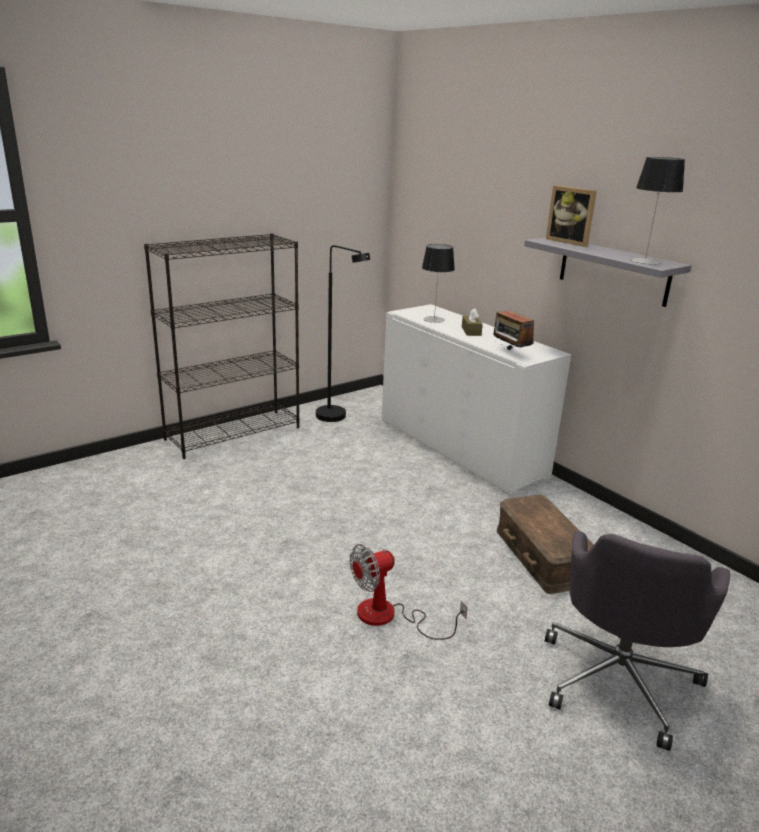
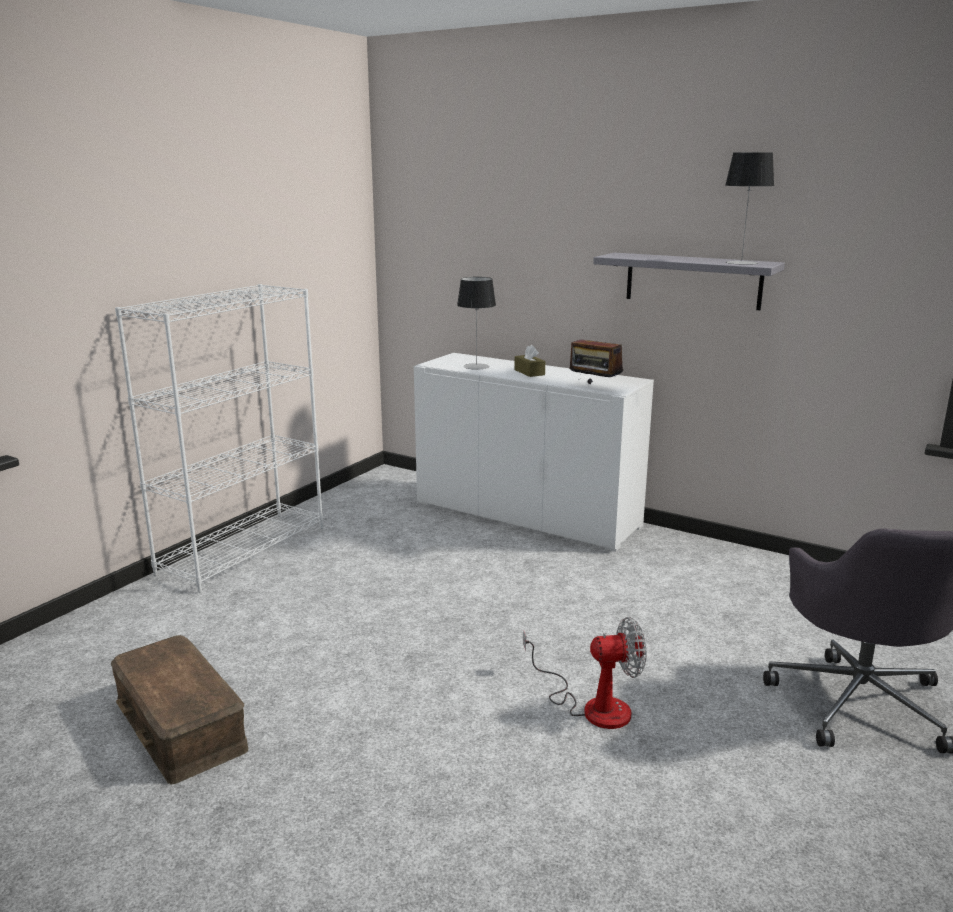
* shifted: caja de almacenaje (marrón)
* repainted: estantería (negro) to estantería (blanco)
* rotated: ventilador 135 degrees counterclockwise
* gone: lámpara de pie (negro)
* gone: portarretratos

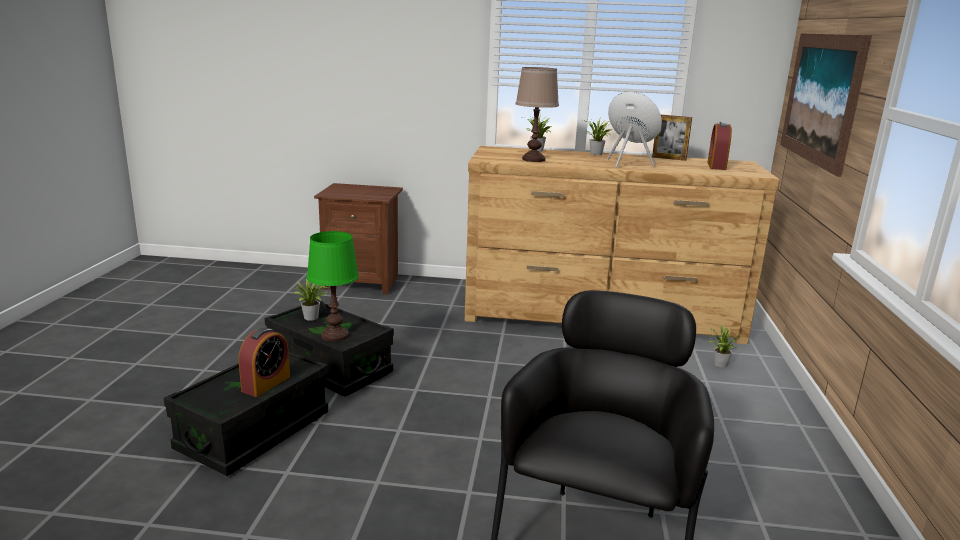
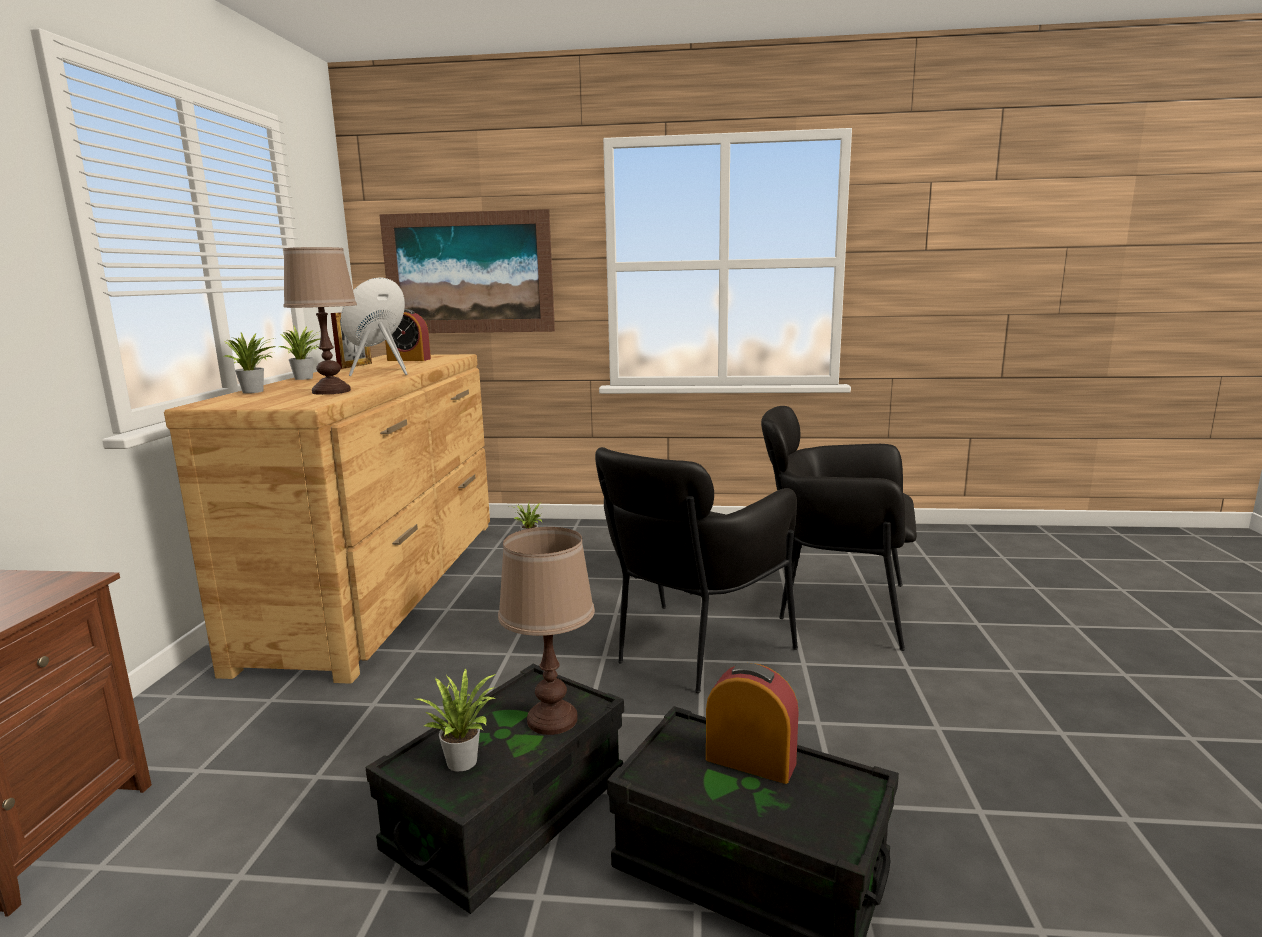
* repainted: lámpara de mesa (verde) to lámpara de mesa (marrón) (no. 2 from left)
* new: sillón (negro) (no. 1 from left)

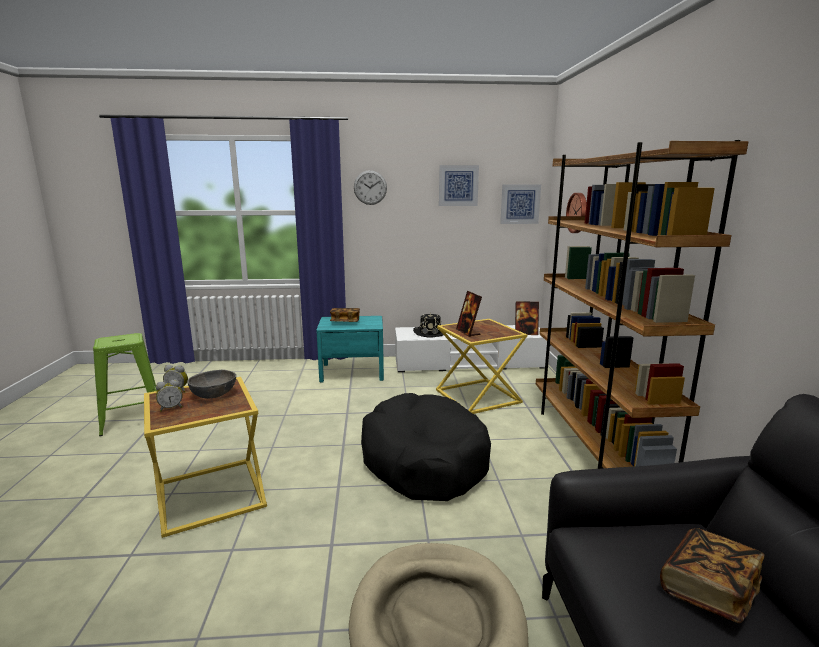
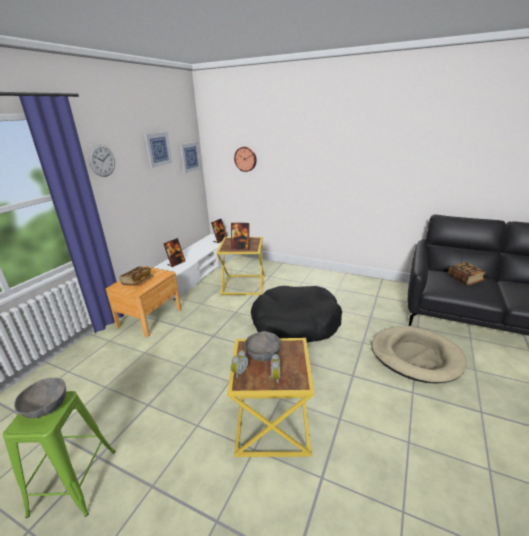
* new: cuenco (gris) (no. 1 from left)
* repainted: mesita de noche (turquesa) to mesita de noche (marrón)
* swapped: sombrero (negro) to portarretratos (no. 1 from left)
* gone: estantería (marrón)

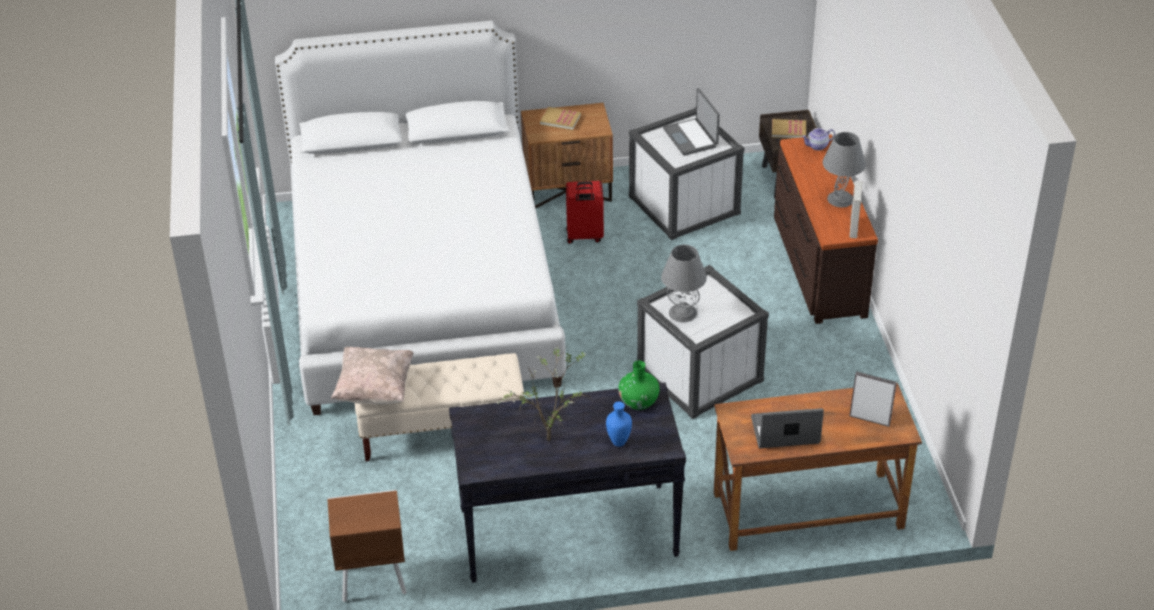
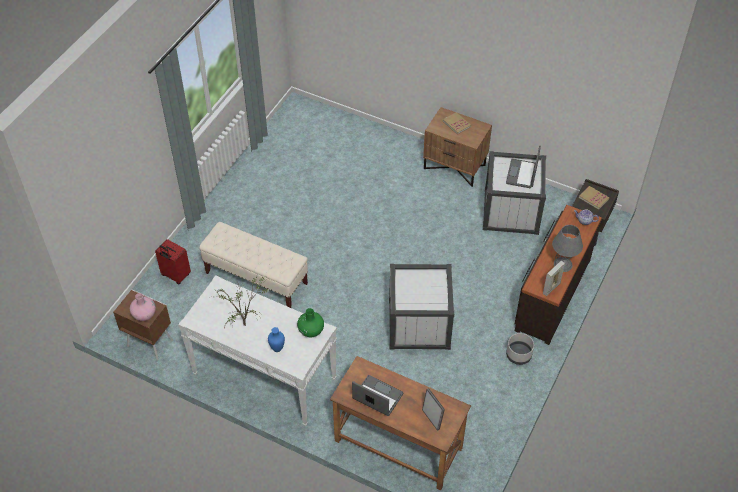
* new: florero (rosa)
* shifted: maleta (rojo)
* repainted: mesa consola (negro) to mesa consola (blanco)
* new: maceta (gris)
* gone: cama (blanco)
* gone: cojín (beis)
* gone: lámpara de mesa (gris) (no. 1 from left)

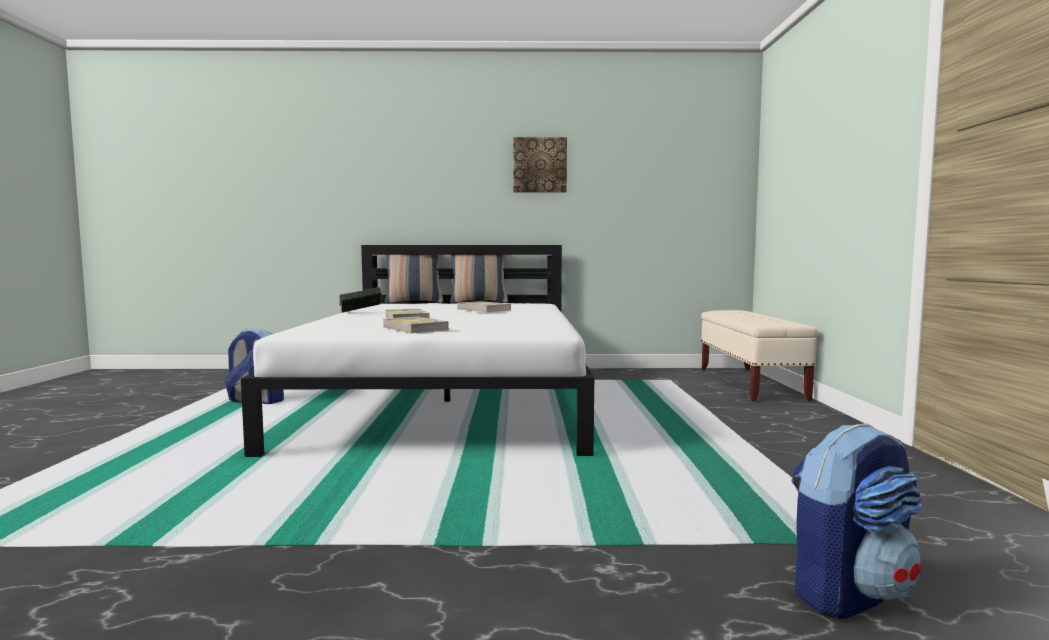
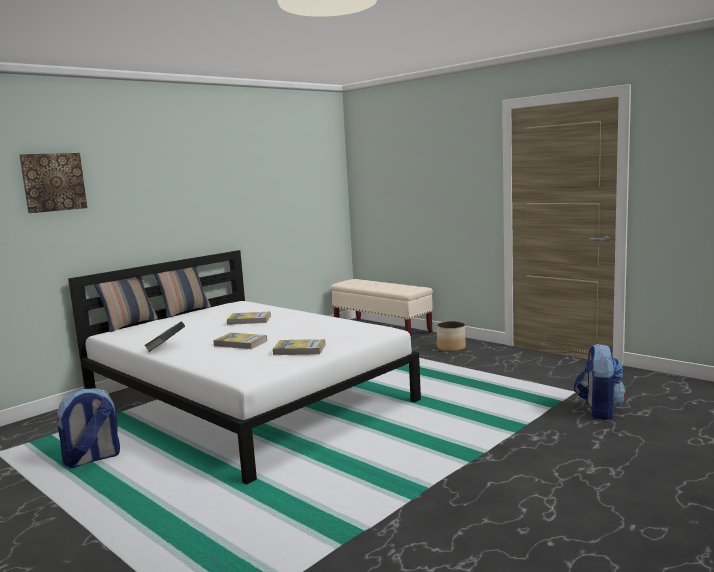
* shifted: cuadro
* new: maceta

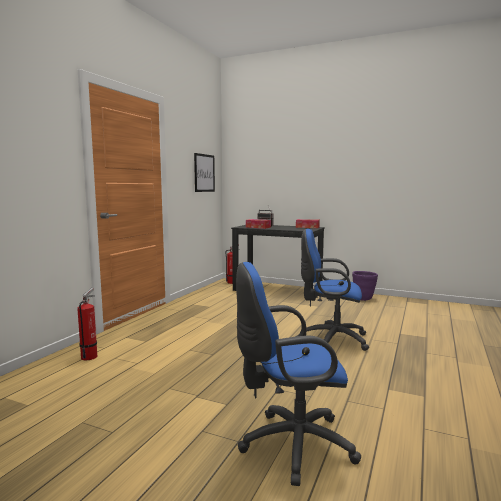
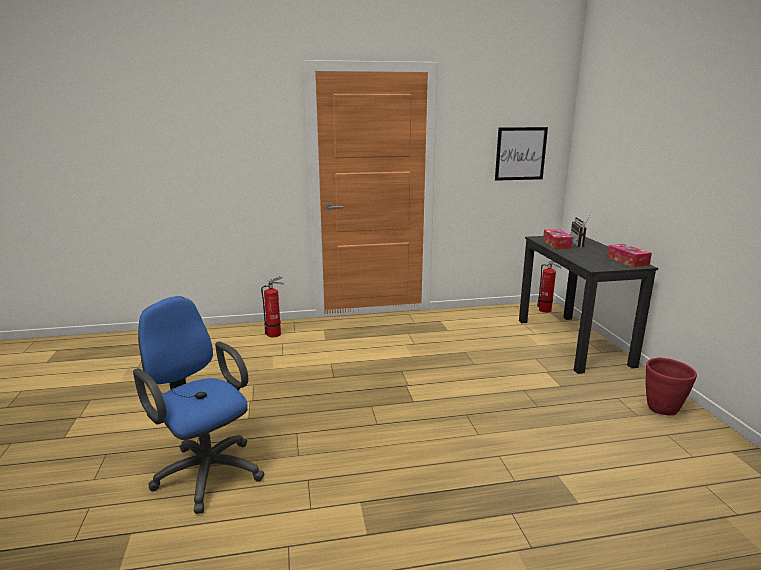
* repainted: maceta (morado) to maceta (rojo)
* gone: silla de oficina (azul) (no. 2 from left)

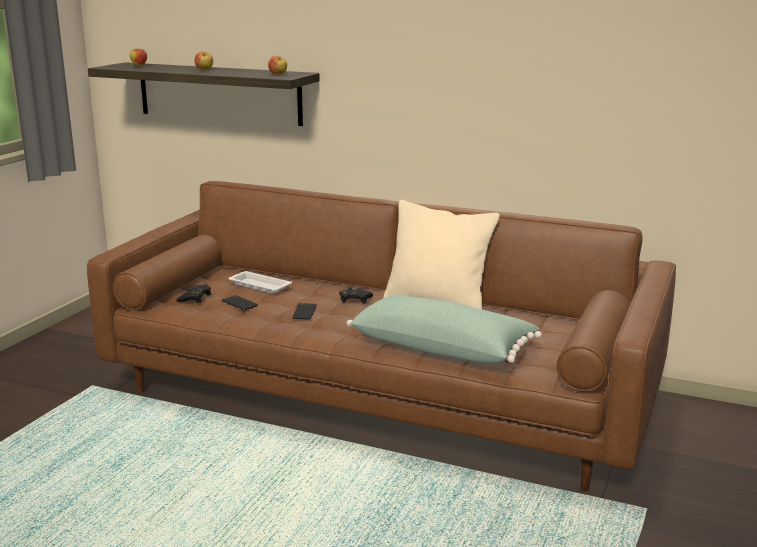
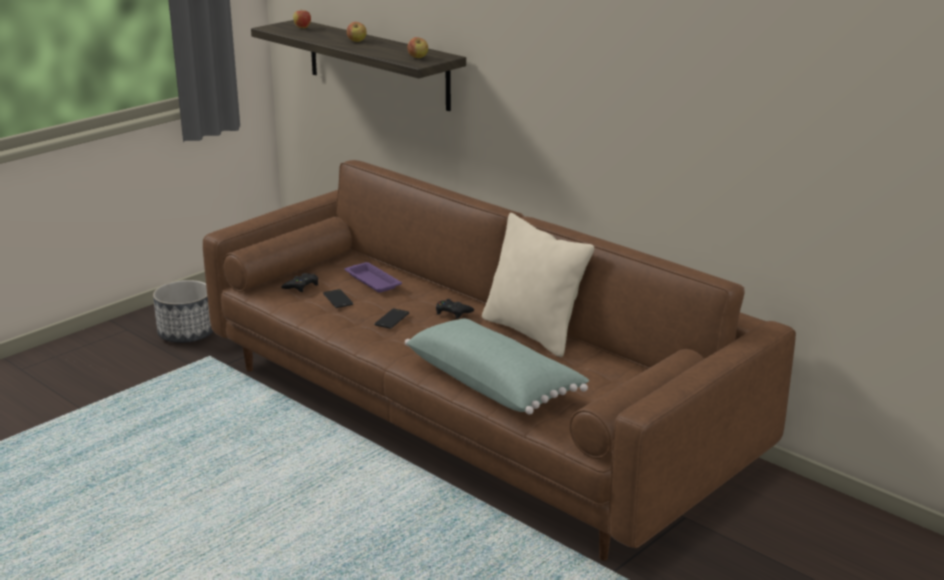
* new: maceta
* repainted: bandeja (blanco) to bandeja (morado)

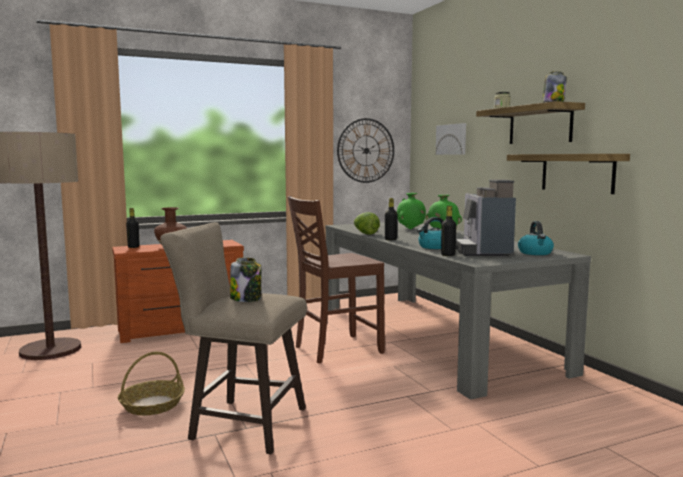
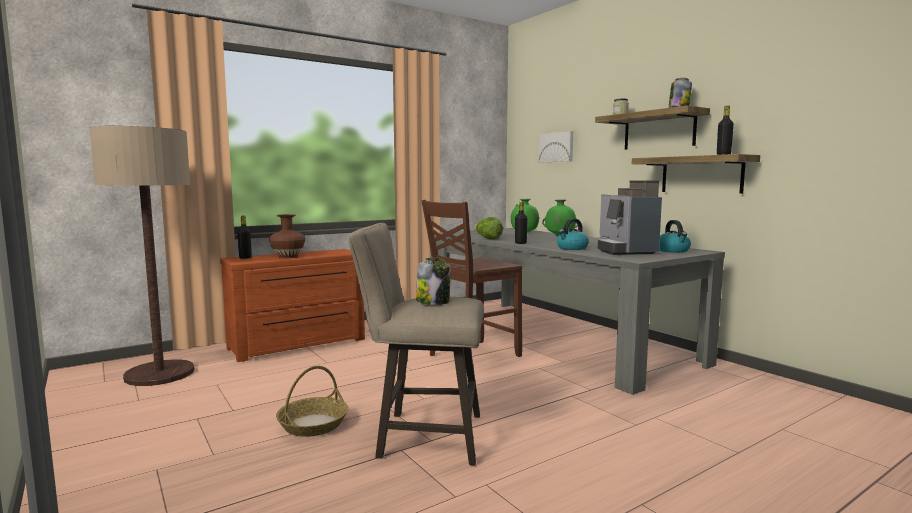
* shifted: botella (negro) (no. 3 from left)
* gone: reloj de pared

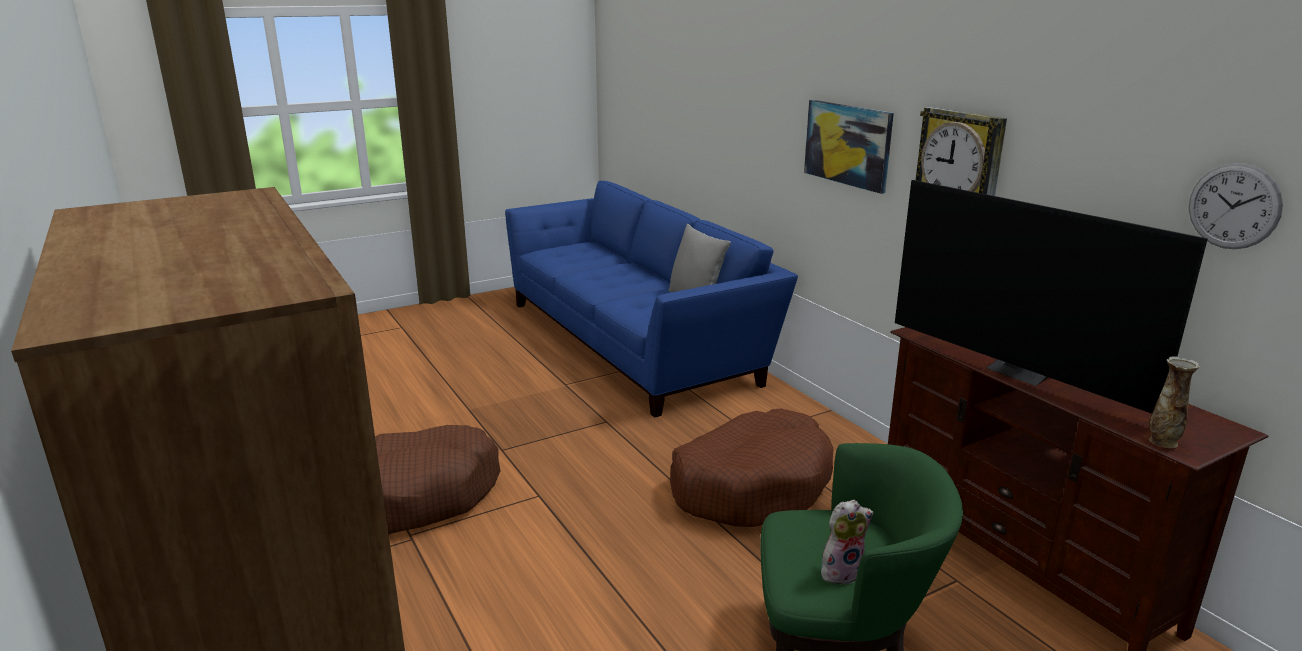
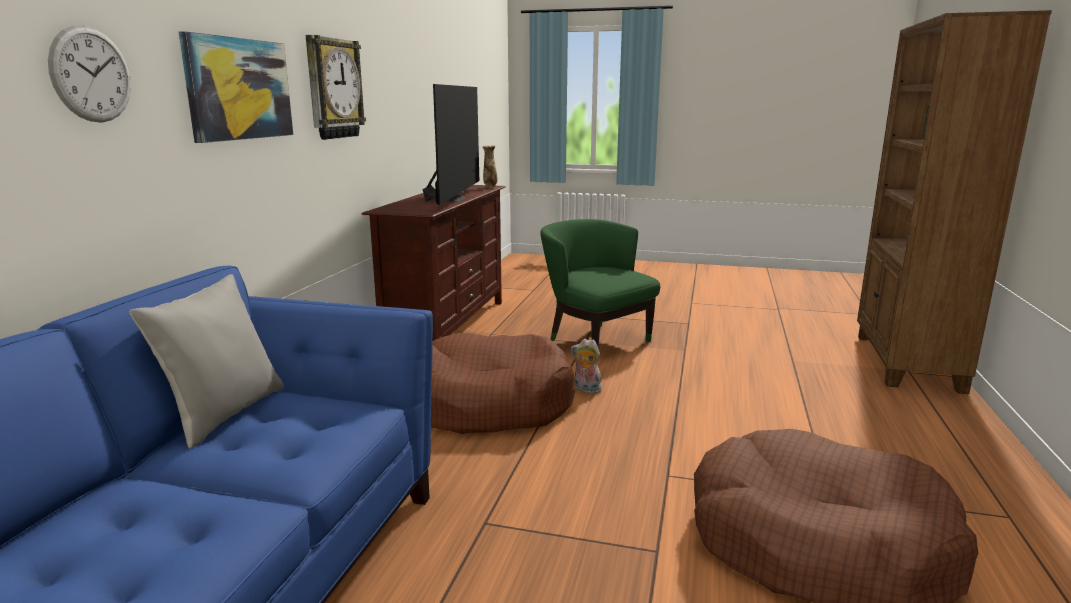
* shifted: reloj de pared (no. 2 from left in the first image) to reloj de pared (no. 1 from left)
* shifted: peluche

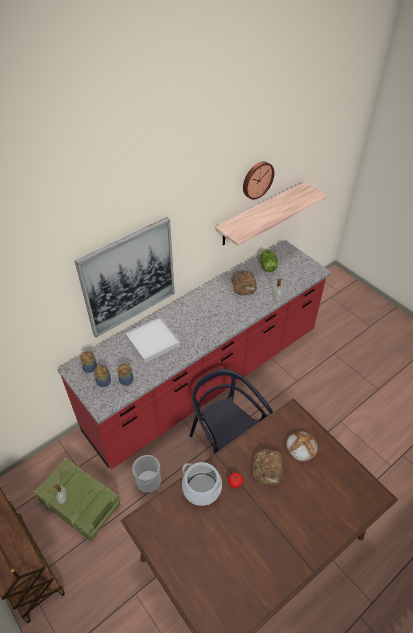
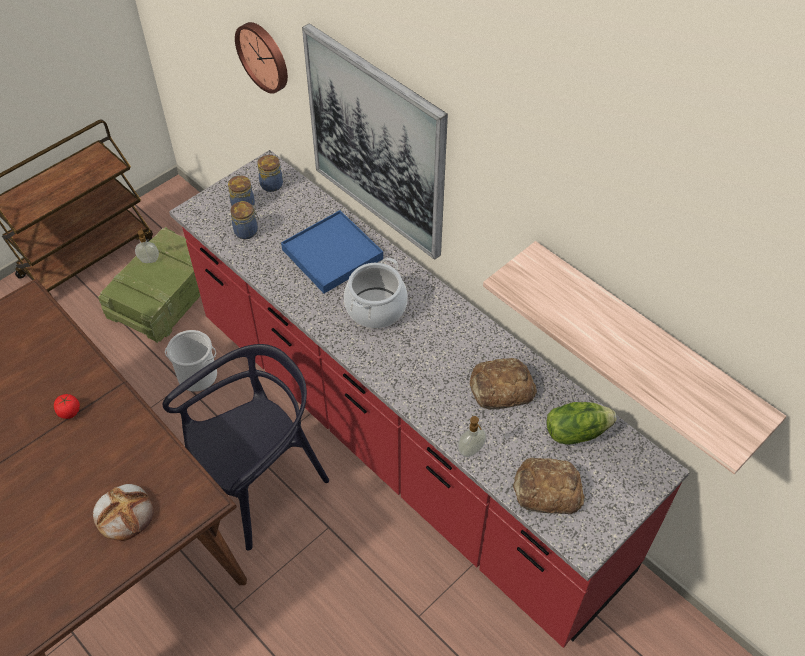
* shifted: reloj de pared
* repainted: bandeja (blanco) to bandeja (azul)
* shifted: olla
* shifted: pan (no. 2 from left in the first image) to pan (no. 3 from left)

